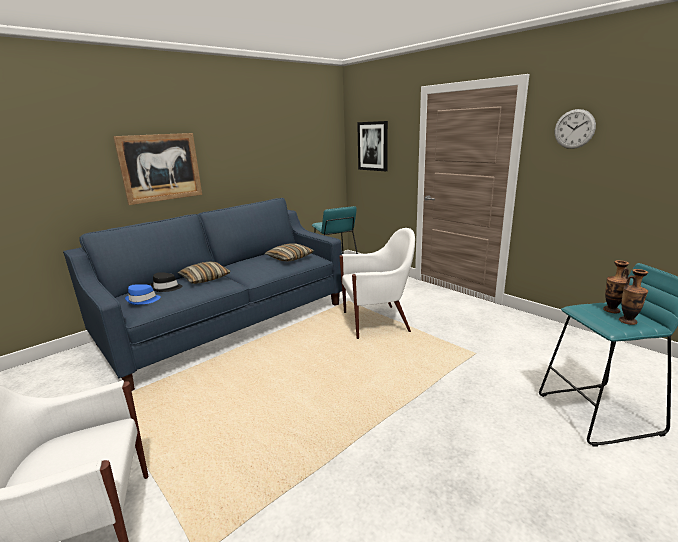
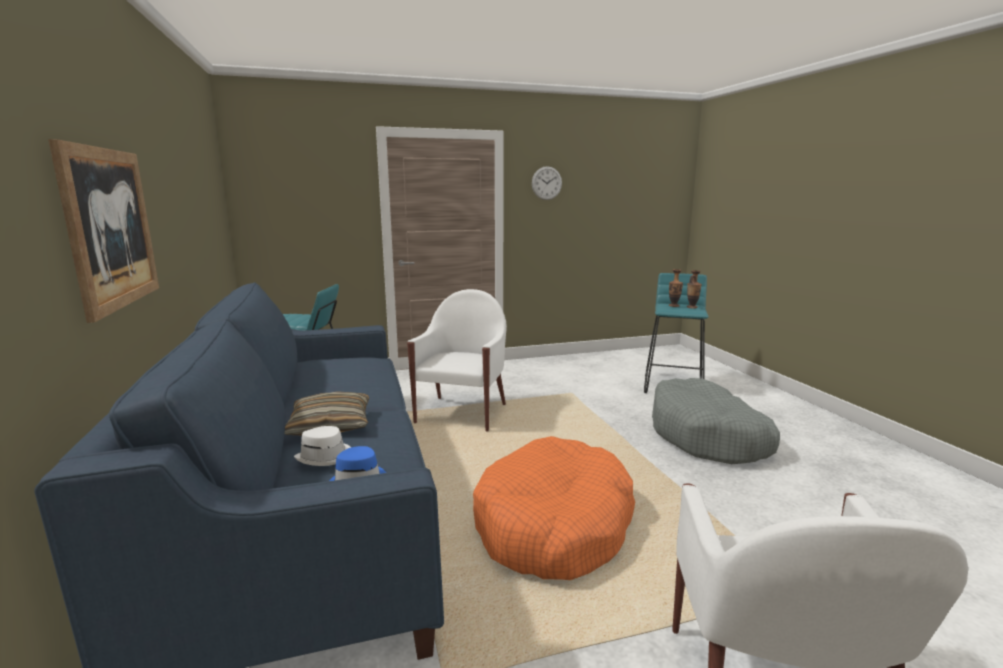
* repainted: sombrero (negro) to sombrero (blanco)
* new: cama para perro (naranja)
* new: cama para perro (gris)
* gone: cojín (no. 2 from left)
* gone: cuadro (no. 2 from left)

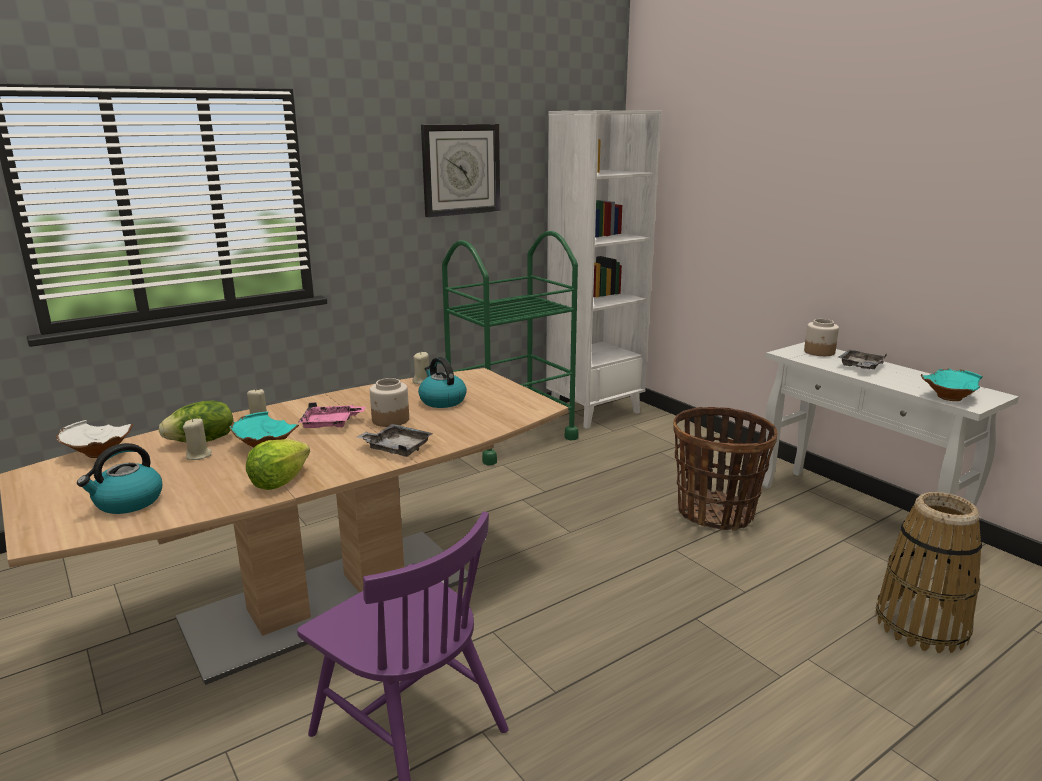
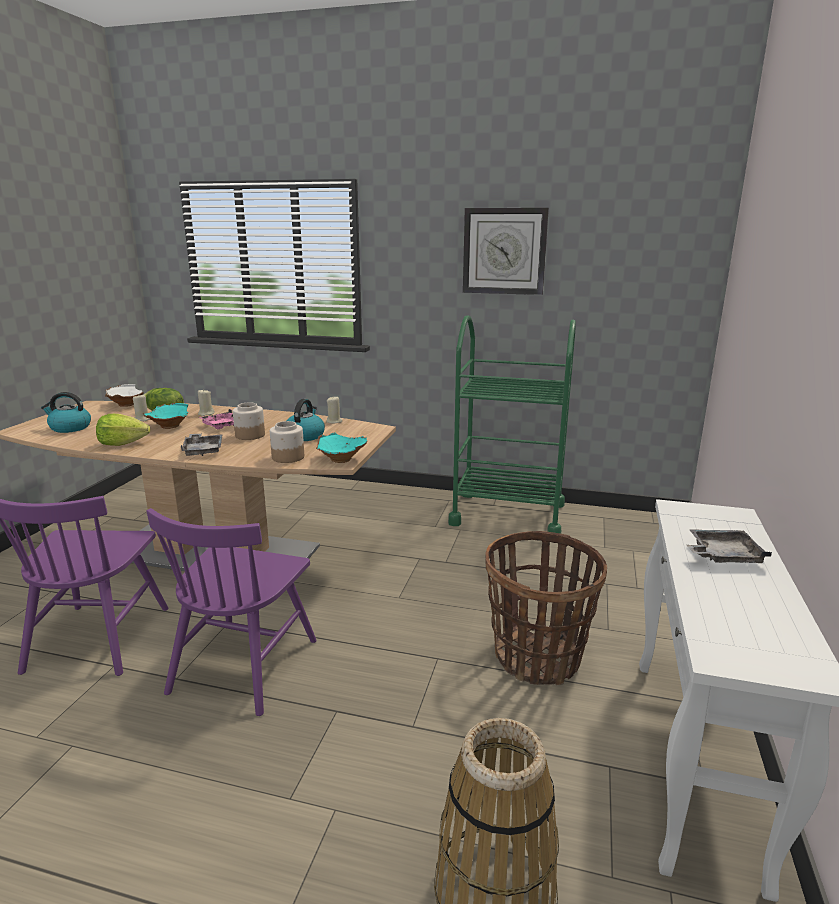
* new: silla (morado) (no. 2 from left)
* shifted: tarro (no. 2 from left)
* shifted: cuenco (turquesa) (no. 2 from left)
* gone: estantería (blanco)

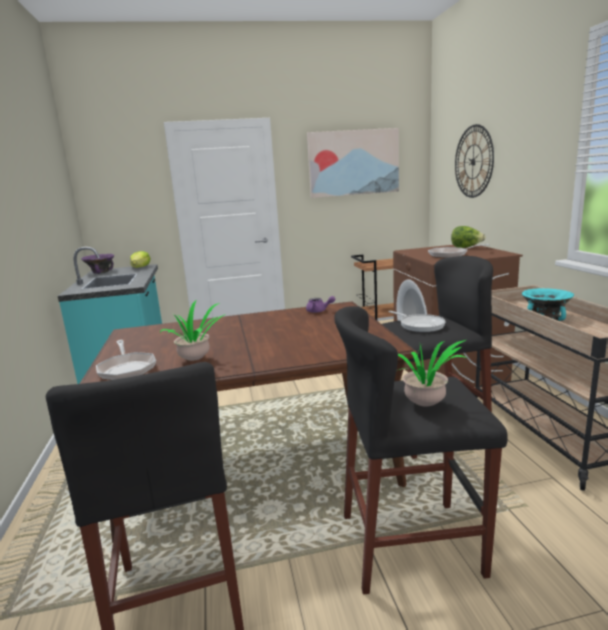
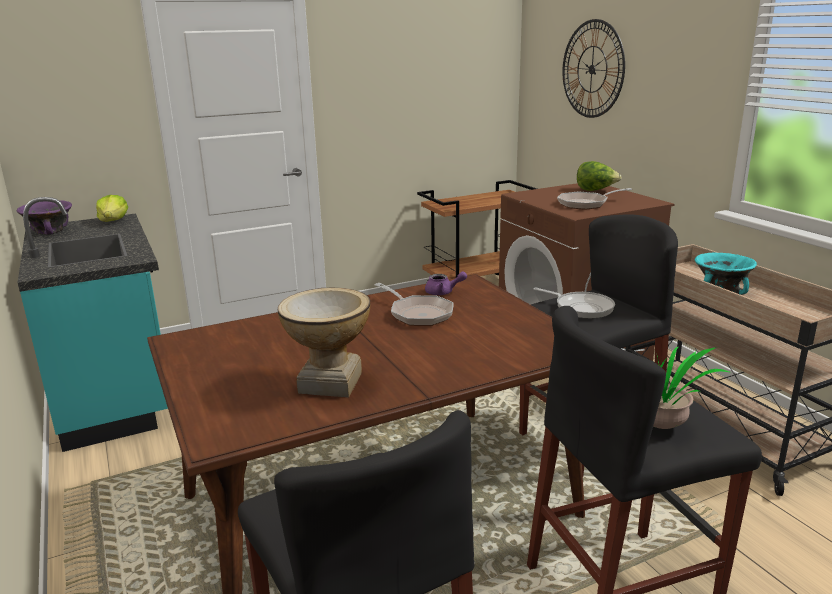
* swapped: planta en maceta (no. 1 from left) to florero
* shifted: sartén (no. 1 from left)
* gone: cuadro

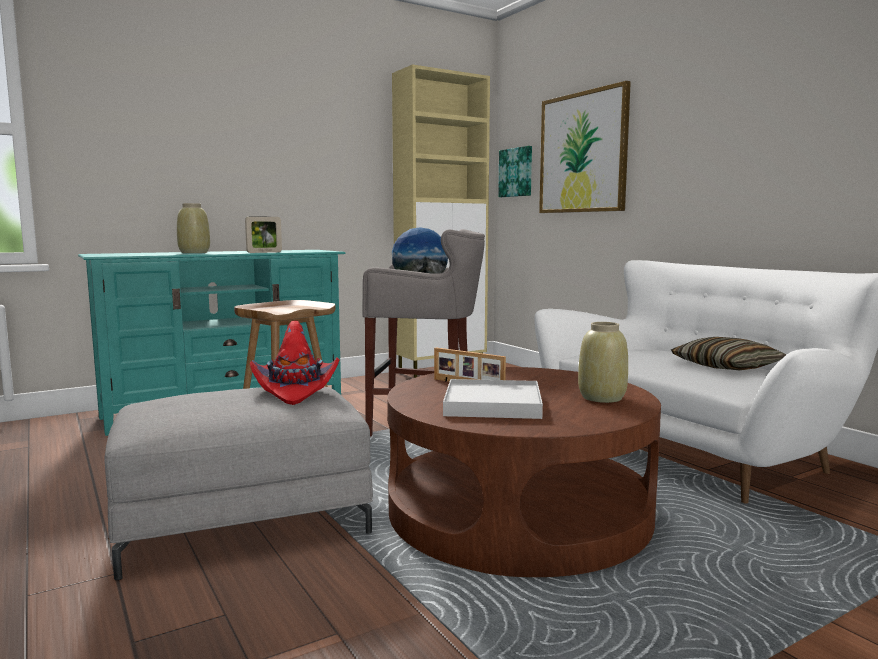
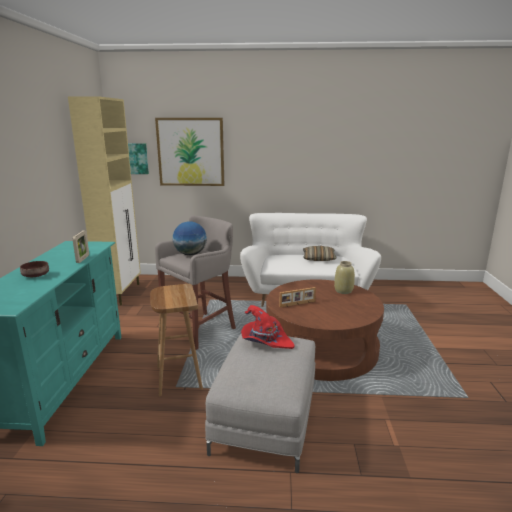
* swapped: florero (beis) (no. 1 from left) to cuenco (marrón)
* gone: bandeja (blanco)

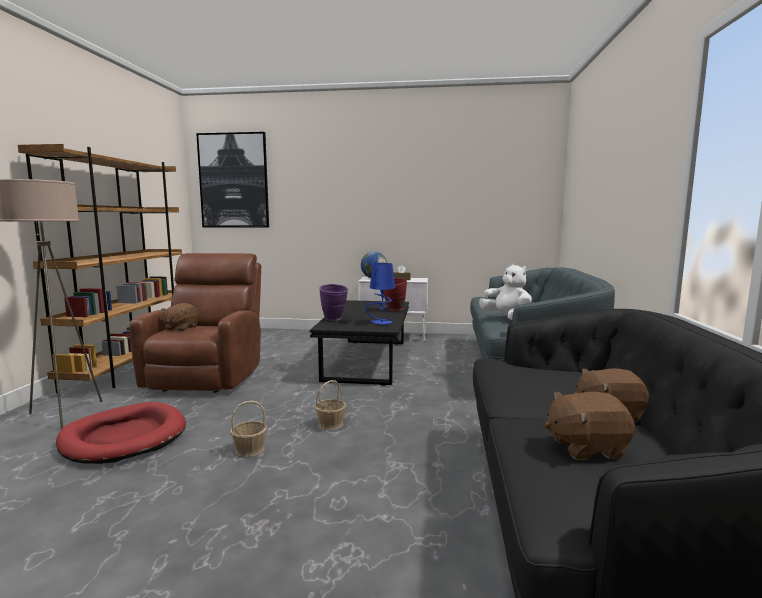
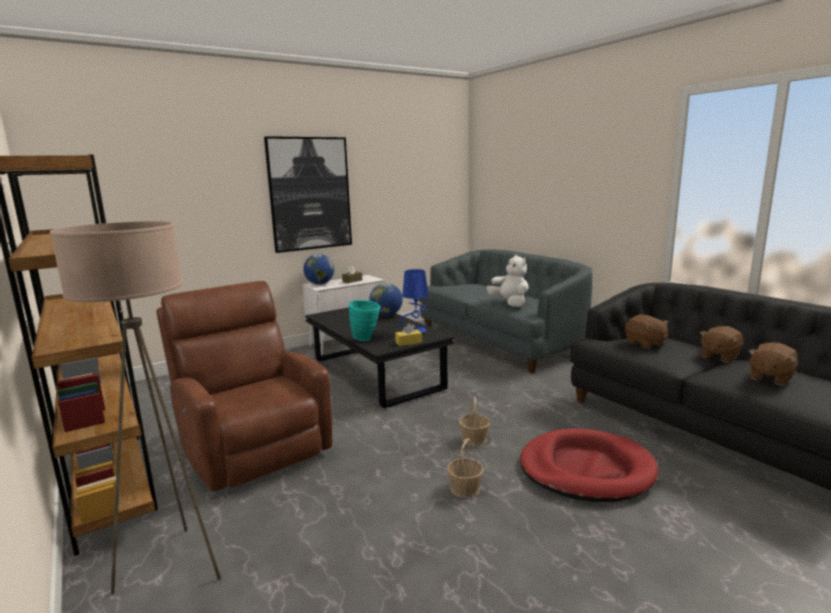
* shifted: cuadro
* repainted: florero (morado) to florero (turquesa)
* swapped: florero (rojo) to globo terráqueo (no. 2 from left)
* new: caja de pañuelos (amarillo)
* rotated: peluche (blanco) 45 degrees clockwise
* shifted: cama para perro (rojo)
* shifted: peluche (marrón) (no. 1 from left)

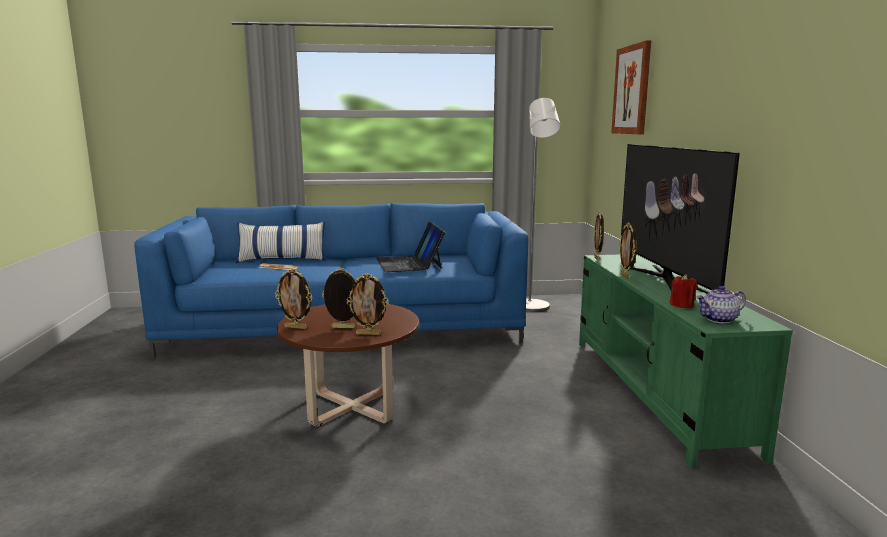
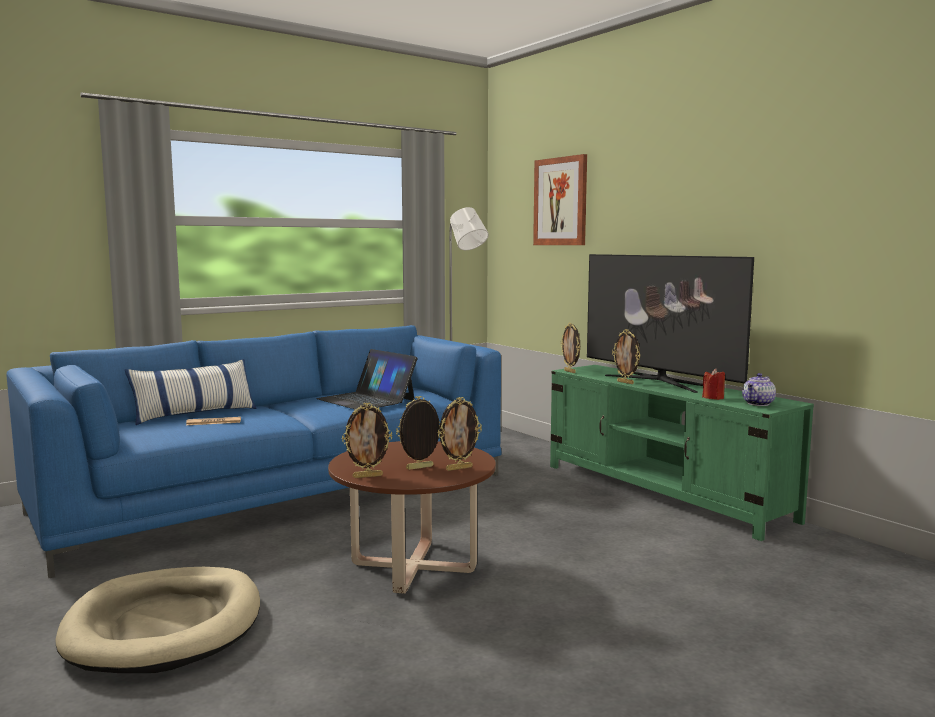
* new: cama para perro (beis)

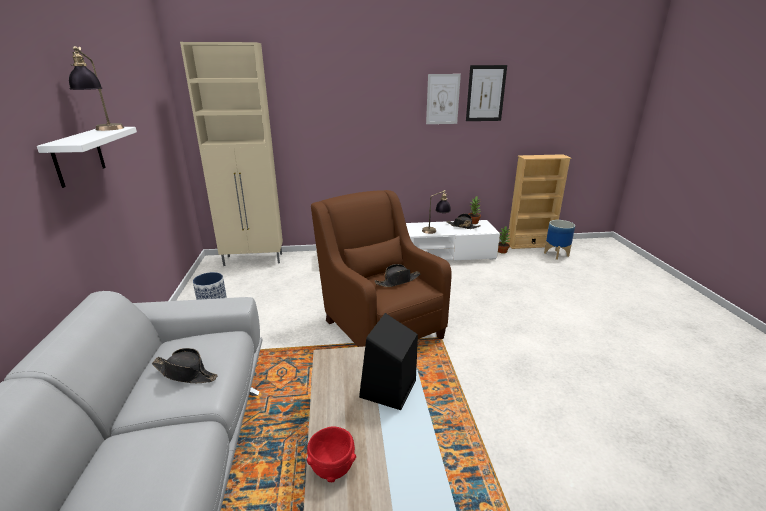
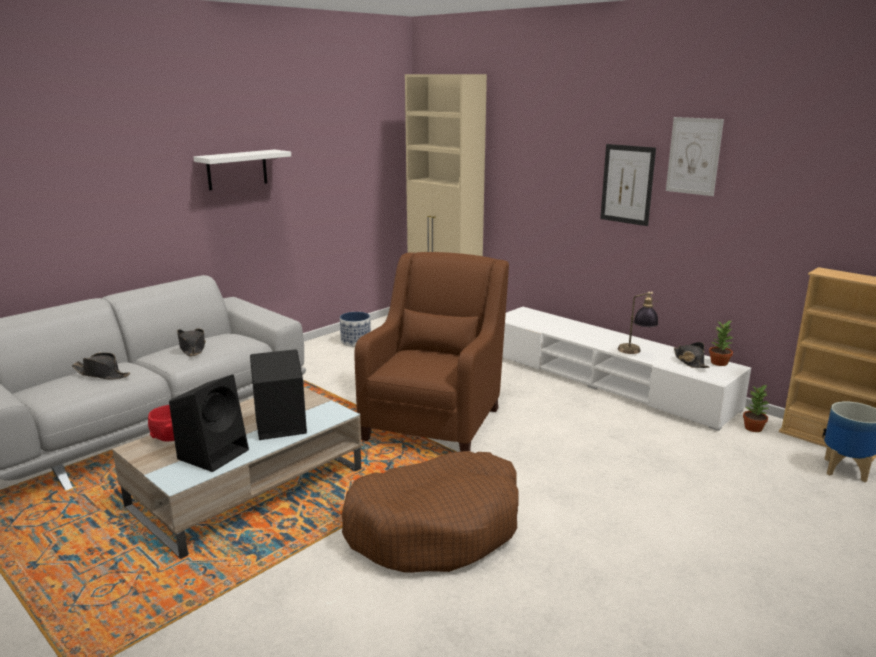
* shifted: sombrero (negro) (no. 2 from left in the first image) to sombrero (negro) (no. 1 from left)
* new: altavoz (negro) (no. 1 from left)
* new: cama para perro (marrón)
* shifted: cuadro (no. 2 from left in the first image) to cuadro (no. 1 from left)
* gone: lámpara de mesa (no. 1 from left)

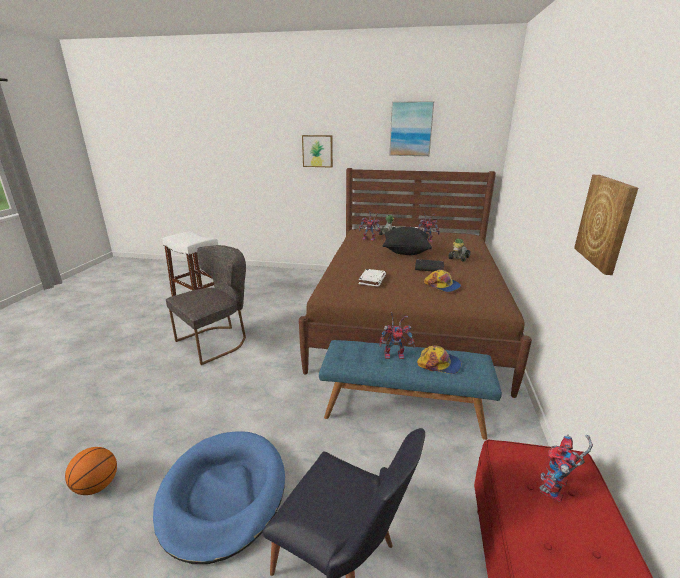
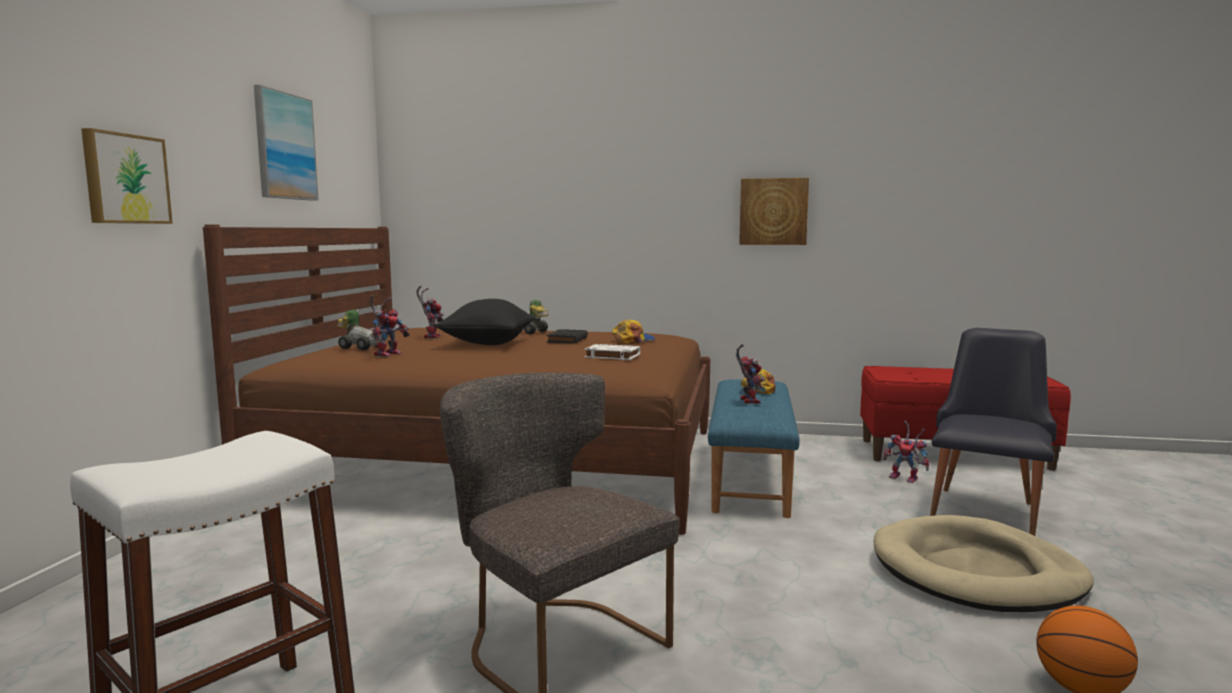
* repainted: cama para perro (azul) to cama para perro (beis)
* shifted: robot de juguete (no. 4 from left)

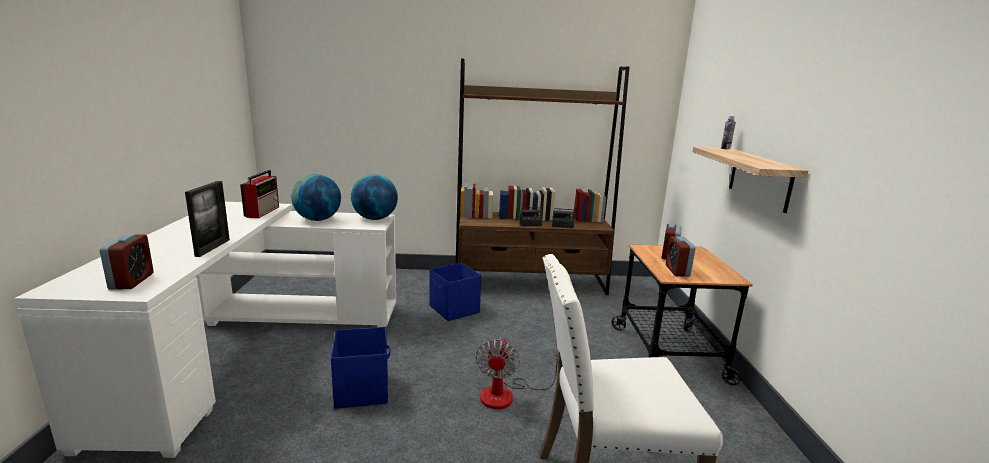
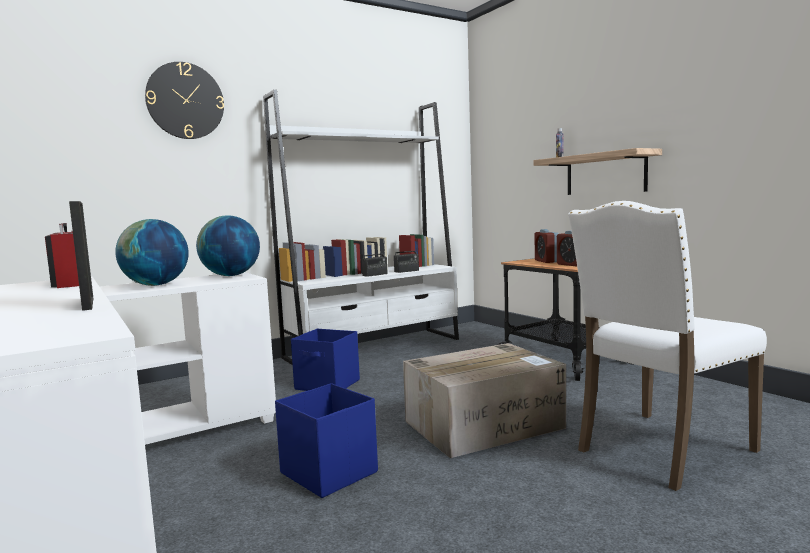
* new: reloj de pared
* repainted: estantería (marrón) to estantería (blanco)
* swapped: ventilador to caja de cartón
* gone: despertador (no. 1 from left)

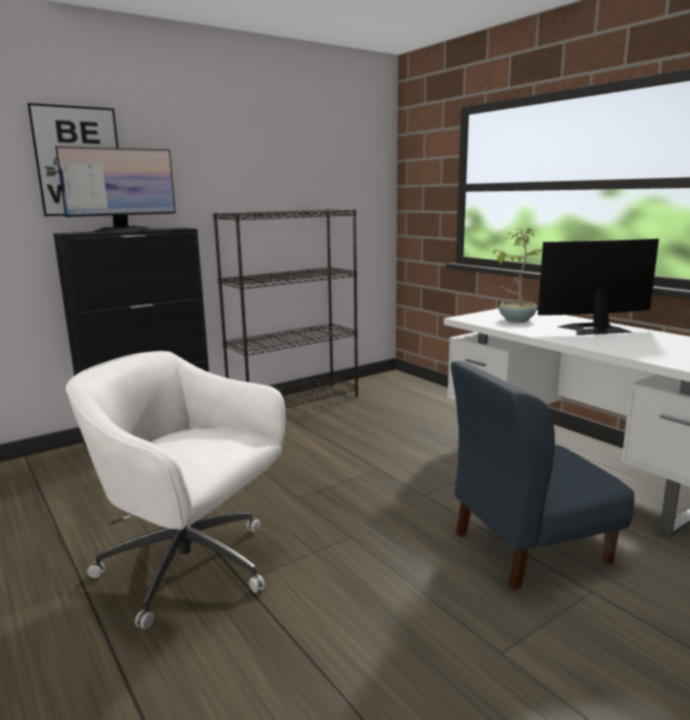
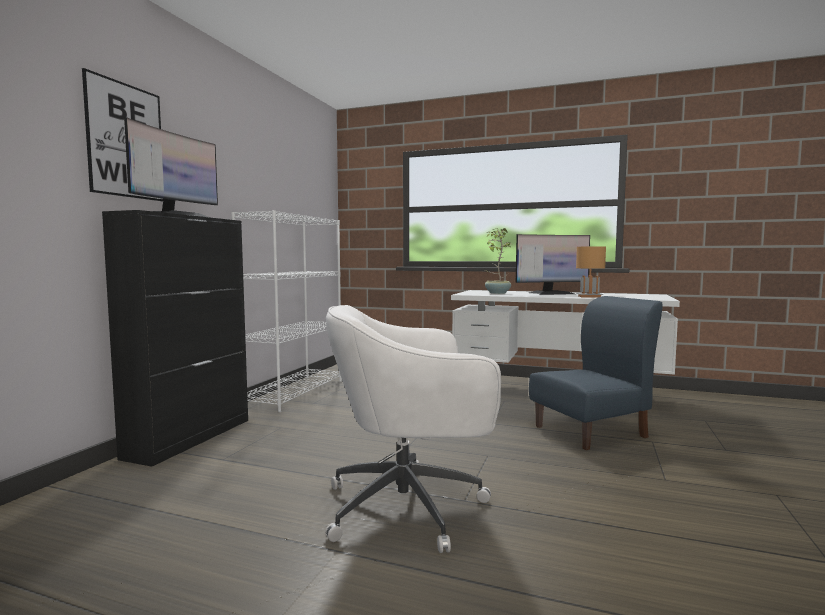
* repainted: estantería (negro) to estantería (blanco)
* rotated: monitor (no. 2 from left) 150 degrees counterclockwise
* rotated: silla (azul) 150 degrees counterclockwise
* new: lámpara de mesa (marrón)

